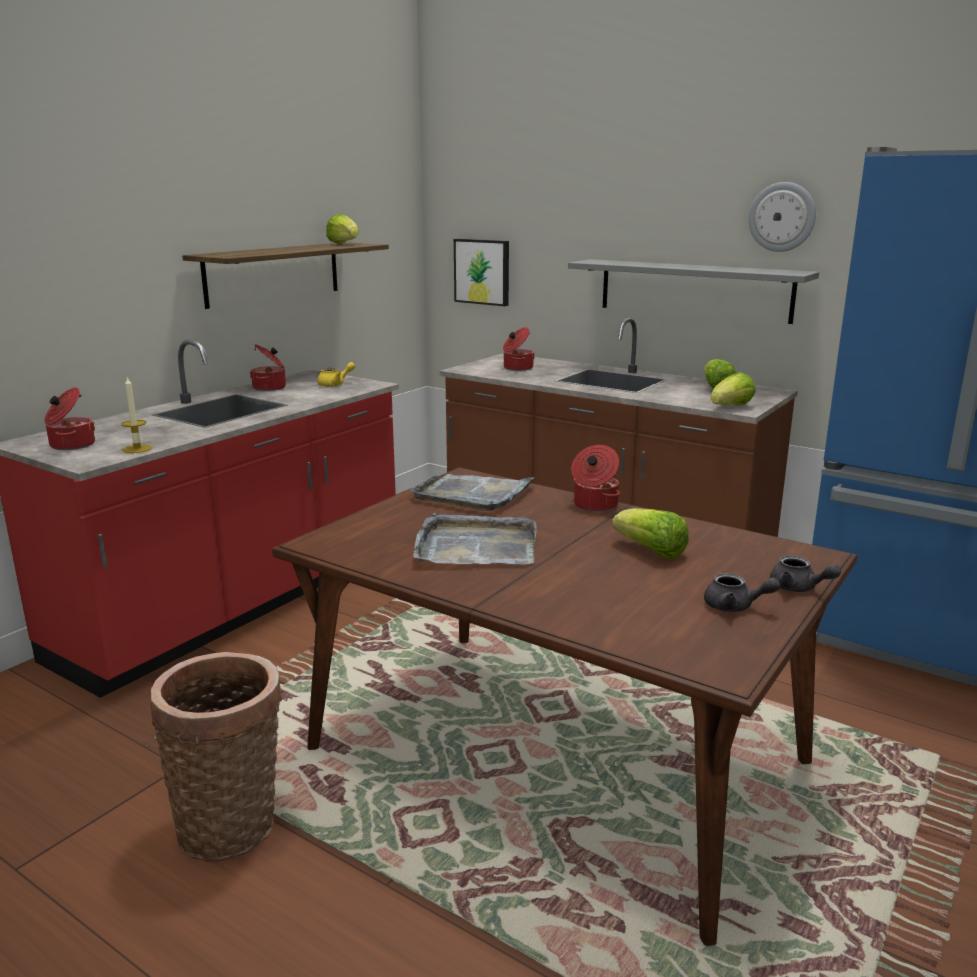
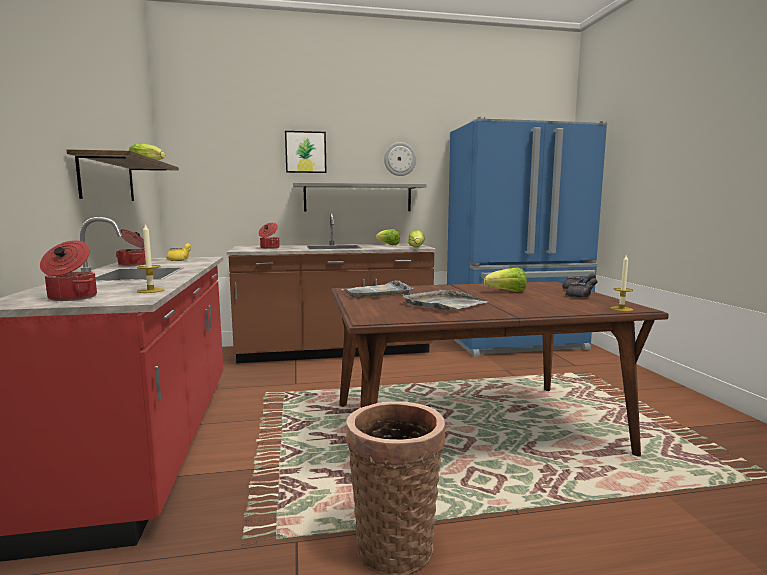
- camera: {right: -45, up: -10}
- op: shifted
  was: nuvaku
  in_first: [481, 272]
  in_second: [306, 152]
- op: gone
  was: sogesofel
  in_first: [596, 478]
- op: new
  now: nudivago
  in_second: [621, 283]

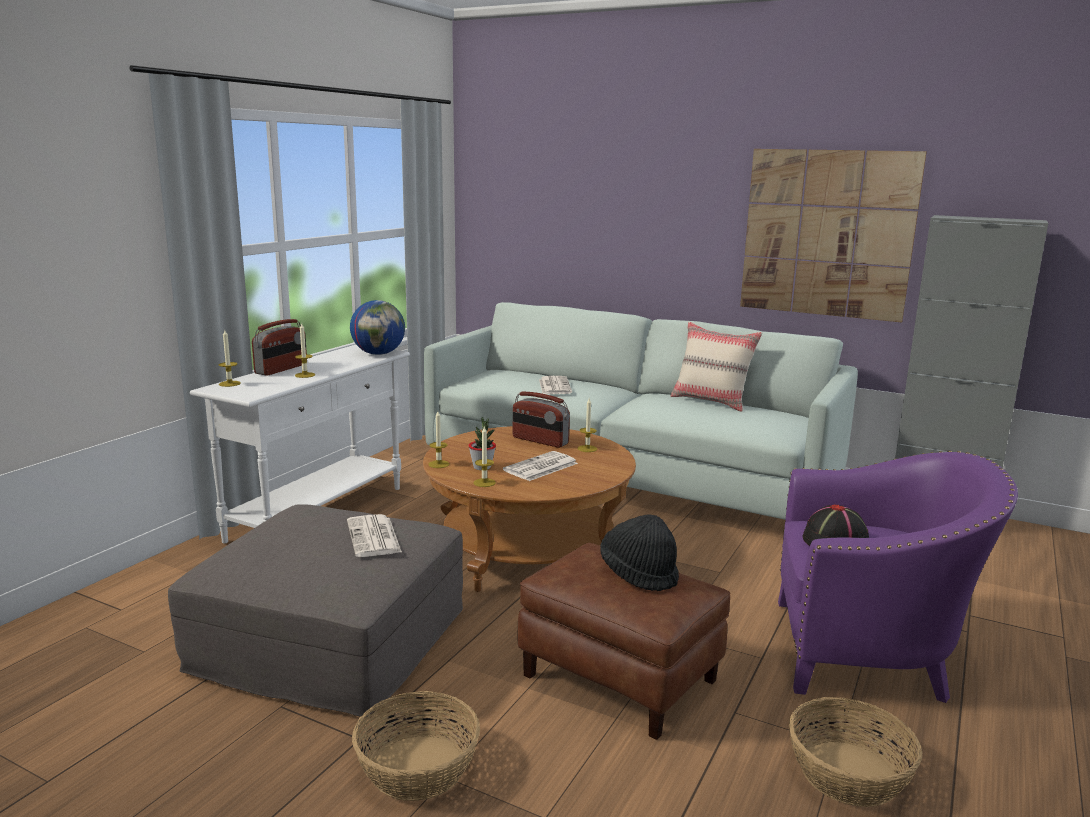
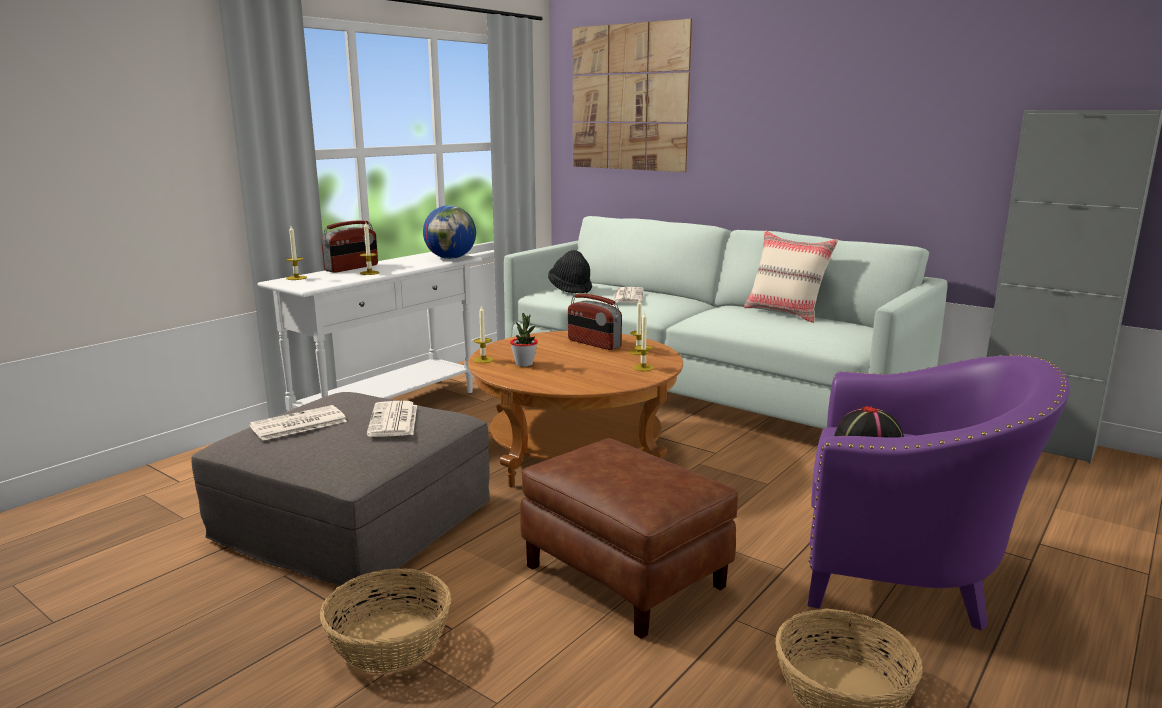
- camera: {right: 10, up: 0}
- op: shifted
  was: nudivago
  in_first: [484, 456]
  in_second: [643, 341]
- op: shifted
  was: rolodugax
  in_first: [540, 466]
  in_second: [298, 423]
- op: shifted
  was: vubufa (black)
  in_first: [639, 552]
  in_second: [570, 272]
- op: shifted
  was: nuvaku
  in_first: [833, 235]
  in_second: [632, 95]

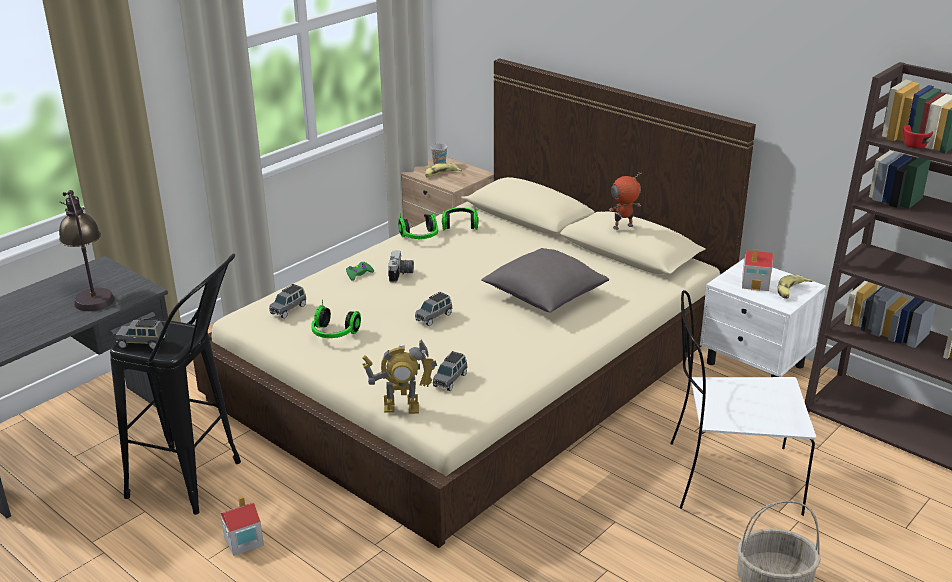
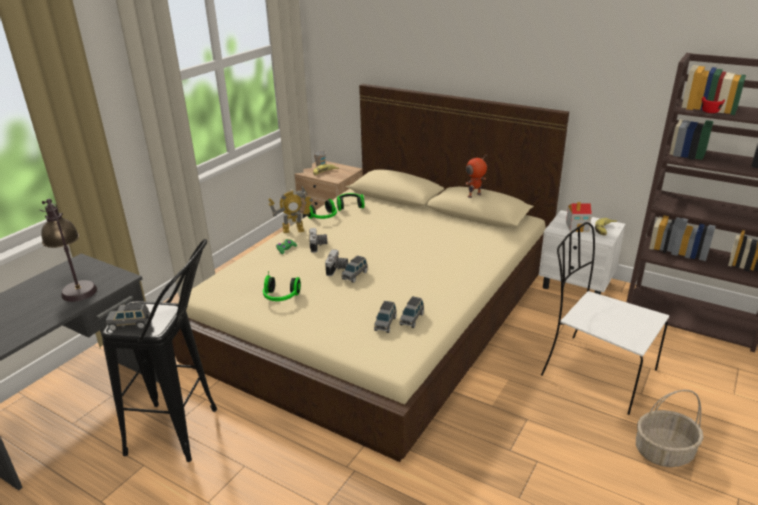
- camera: {right: -10, up: 0}
- op: gone
  was: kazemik
  in_first: [242, 526]
- op: shifted
  was: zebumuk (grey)
  in_first: [288, 301]
  in_second: [411, 312]
- op: shifted
  was: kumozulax
  in_first: [399, 376]
  in_second: [290, 209]
- op: gone
  was: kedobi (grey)
  in_first: [545, 280]
- op: rotated
  was: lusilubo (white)
  in_first: [743, 403]
  in_second: [605, 318]
  clockwise: 45
- op: new
  now: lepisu
  in_second: [336, 262]

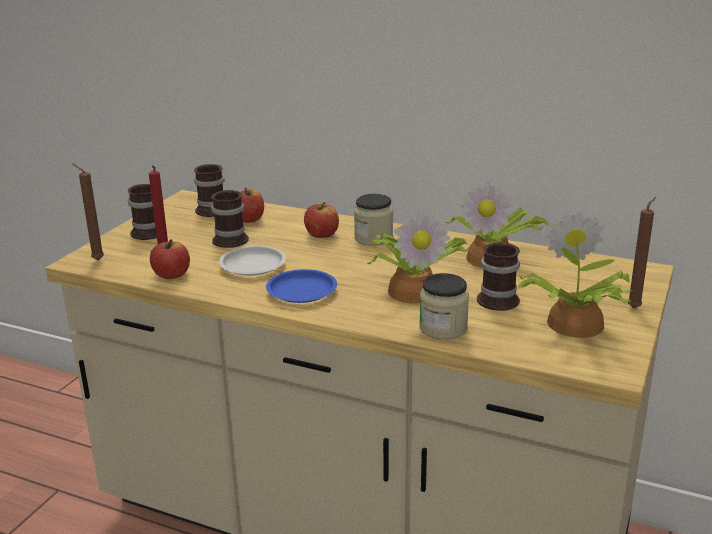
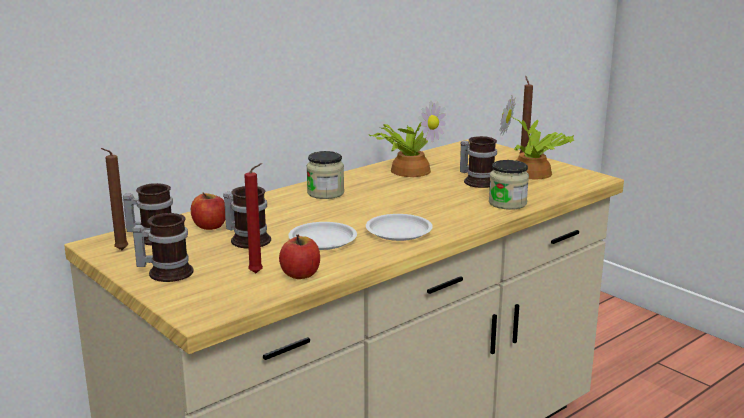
- camera: {right: -65, up: -5}
- op: shifted
  was: nudivago (brown)
  in_first: [88, 211]
  in_second: [114, 199]
- op: repainted
  was: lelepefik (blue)
  now: lelepefik (white)
  in_first: [301, 286]
  in_second: [399, 227]
- op: gone
  was: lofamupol
  in_first: [321, 220]
- op: gone
  was: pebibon
  in_first: [418, 257]

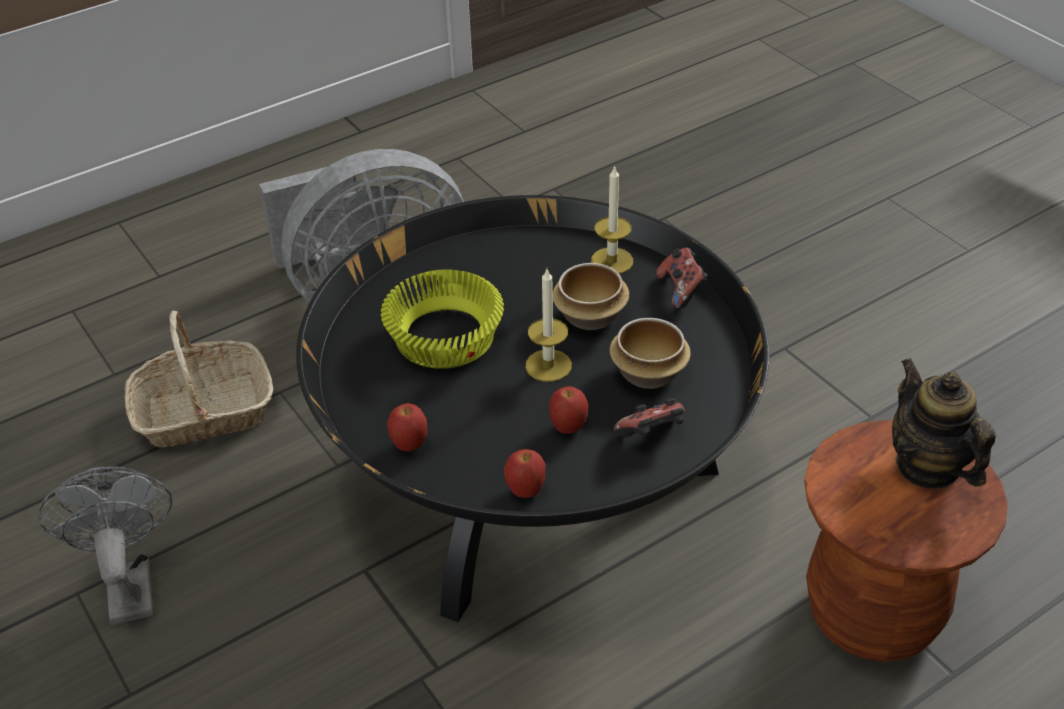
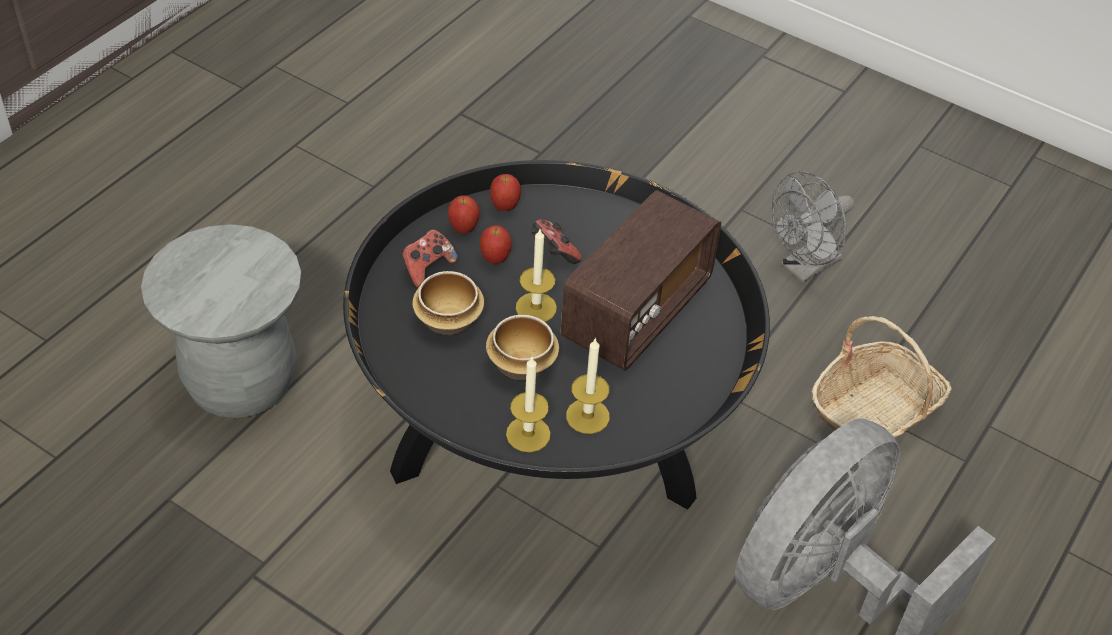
- camera: {right: 155, up: 5}
- op: rotated
  was: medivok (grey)
  in_first: [105, 545]
  in_second: [813, 227]
  clockwise: 90
- op: swapped
  was: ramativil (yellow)
  now: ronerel
  in_first: [442, 319]
  in_second: [640, 280]
- op: shifted
  was: lofamupol
  in_first: [407, 427]
  in_second: [464, 214]
- op: shifted
  was: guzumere
  in_first: [682, 278]
  in_second: [556, 241]
- op: repainted
  was: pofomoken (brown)
  now: pofomoken (grey)
  in_first: [906, 541]
  in_second: [221, 321]
- op: gone
  was: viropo
  in_first: [944, 423]
- op: new
  now: nudivago
  in_second: [588, 385]

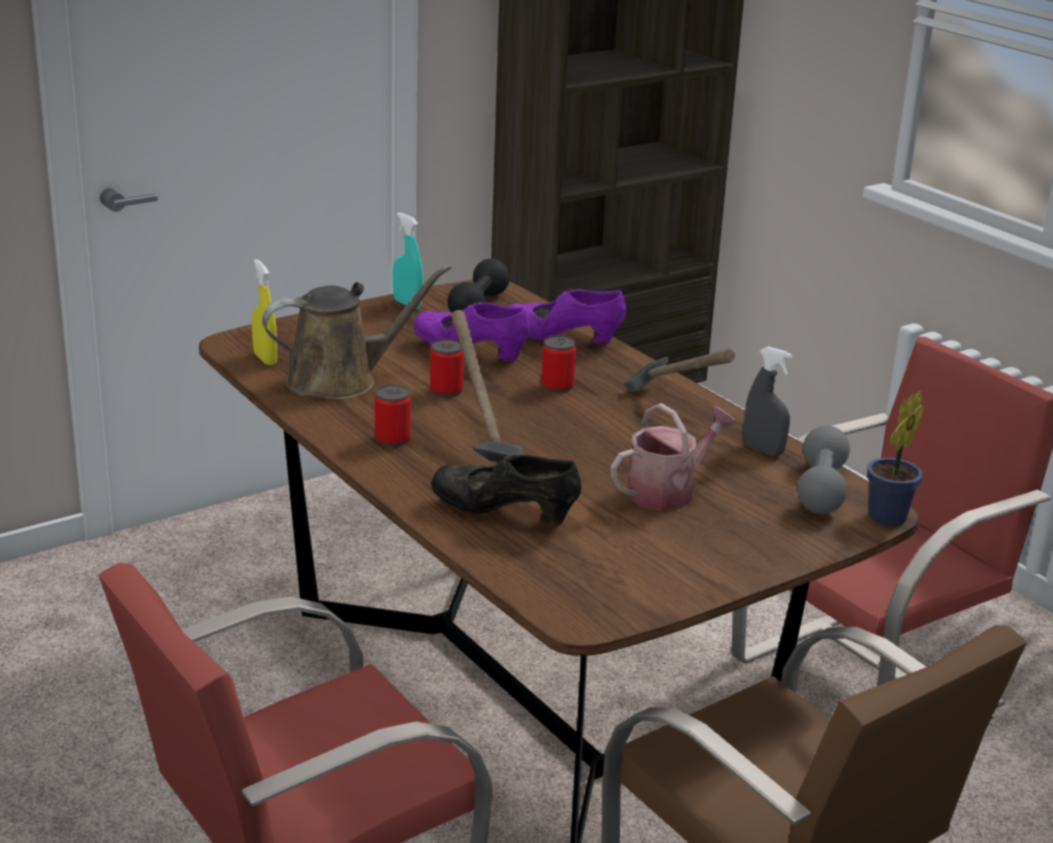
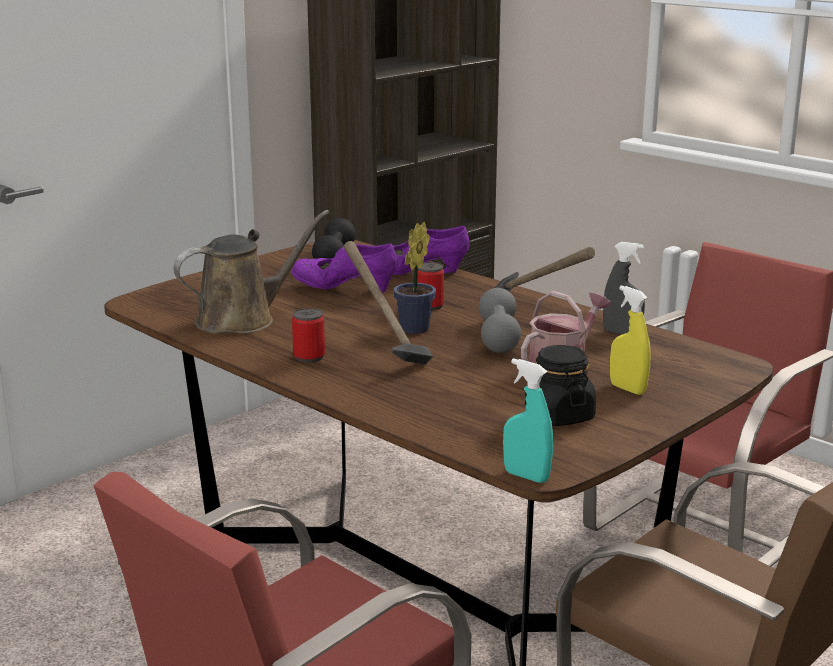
- camera: {right: -10, up: -5}
- op: shifted
  was: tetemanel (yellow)
  in_first: [264, 312]
  in_second: [630, 340]
- op: shifted
  was: tetemanel (turquoise)
  in_first: [408, 260]
  in_second: [528, 420]
- op: gone
  was: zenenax
  in_first: [447, 368]
- op: gone
  was: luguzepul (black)
  in_first: [506, 489]
- op: shifted
  was: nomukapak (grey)
  in_first: [824, 470]
  in_second: [500, 320]
- op: shifted
  was: pebibon
  in_first: [895, 458]
  in_second: [414, 278]
- op: new
  now: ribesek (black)
  in_second: [560, 385]

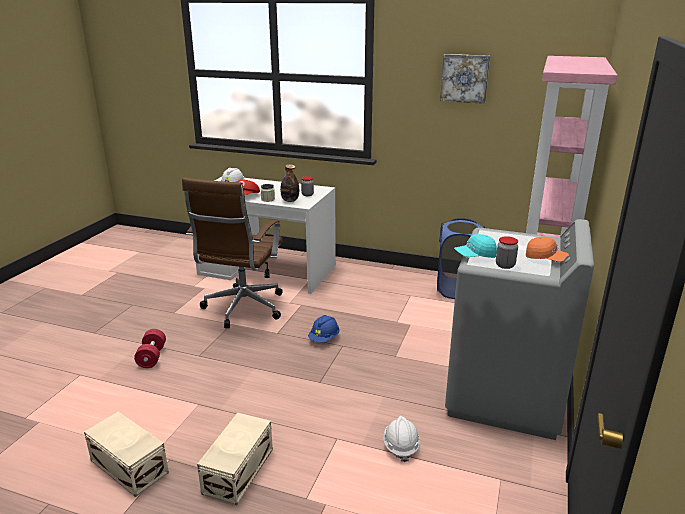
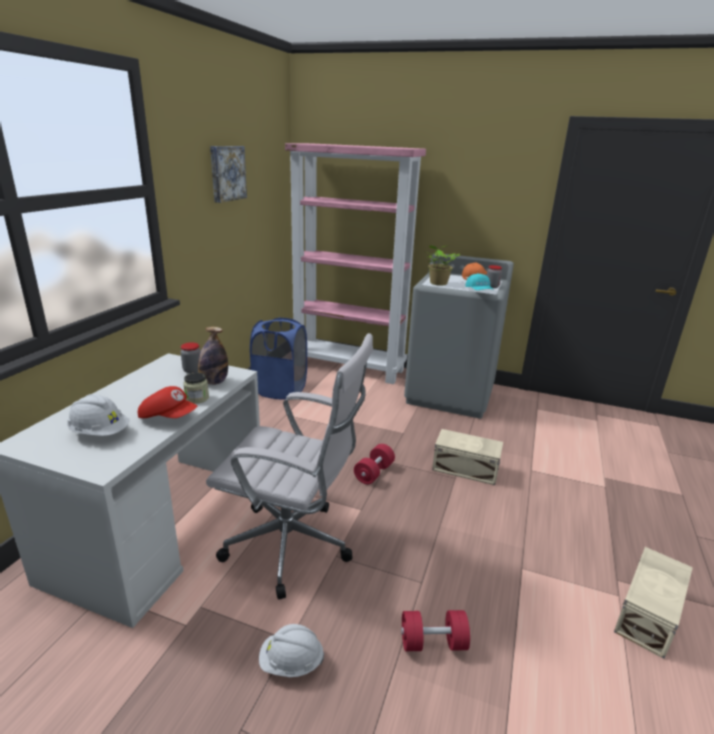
- camera: {right: -90, up: 0}
- op: repainted
  was: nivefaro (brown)
  now: nivefaro (white)
  in_first: [232, 253]
  in_second: [289, 466]
- op: shifted
  was: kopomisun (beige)
  in_first: [235, 459]
  in_second: [467, 457]
- op: swapped
  was: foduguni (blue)
  now: nomukapak (red)
  in_first: [323, 328]
  in_second: [374, 464]
- op: shifted
  was: foduguni (white)
  in_first: [401, 439]
  in_second: [291, 650]
- op: new
  now: pebibon
  in_second: [443, 265]

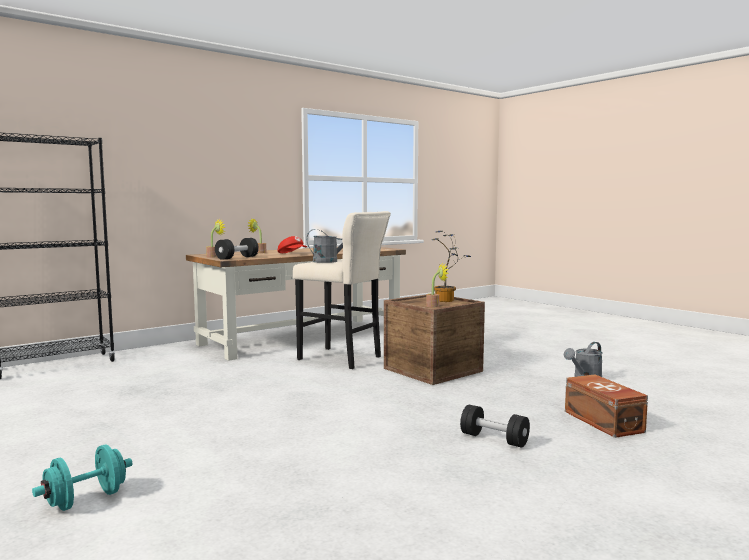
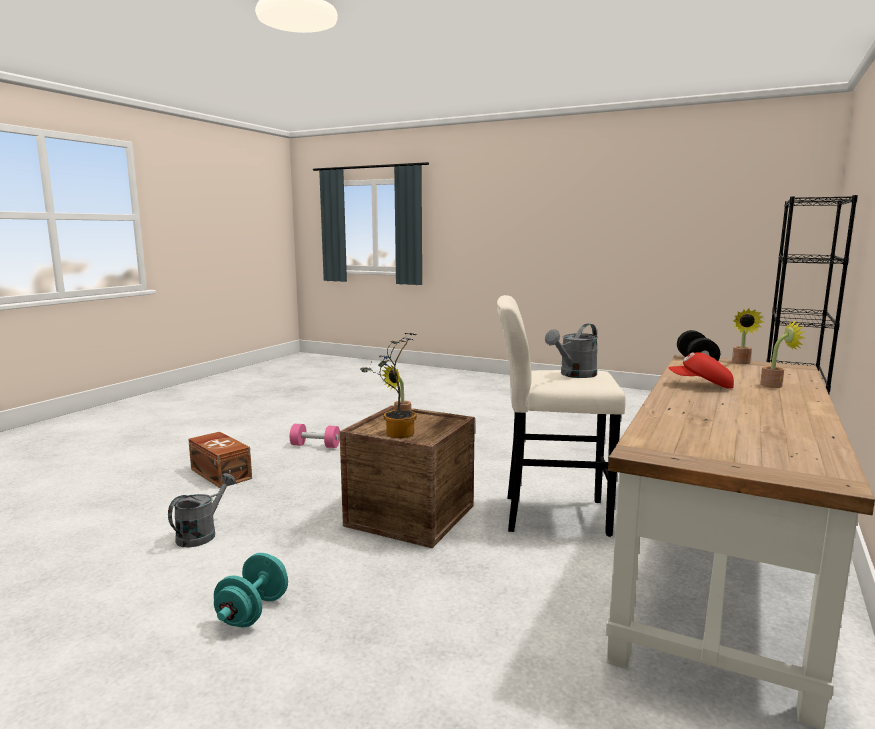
- camera: {right: 155, up: 5}
- op: shifted
  was: nomukapak (turquoise)
  in_first: [82, 478]
  in_second: [251, 590]
- op: repainted
  was: nomukapak (black)
  now: nomukapak (pink)
  in_first: [495, 426]
  in_second: [315, 436]

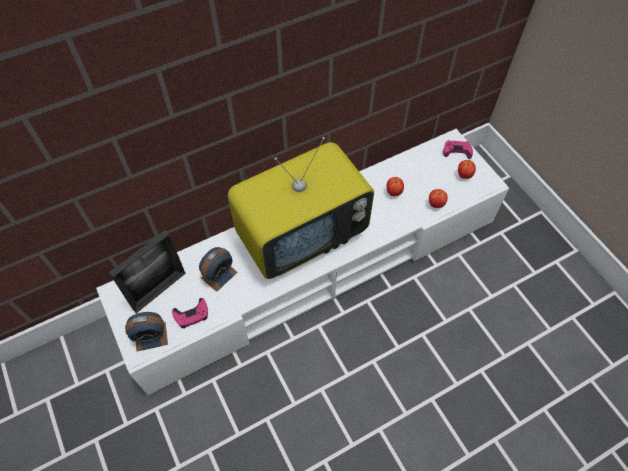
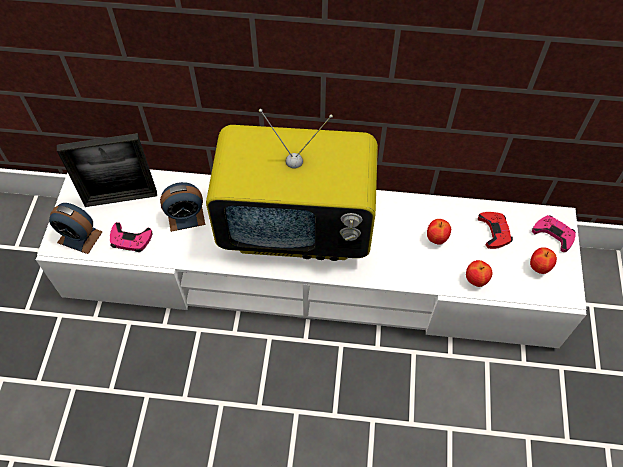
- camera: {right: 35, up: 0}
- op: new
  now: guzumere (red)
  in_second: [495, 230]

